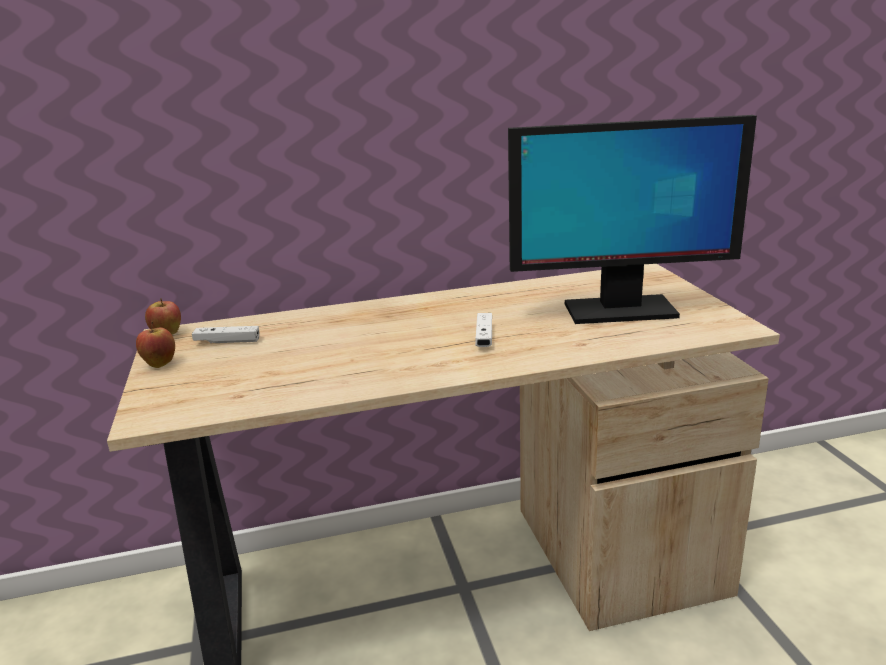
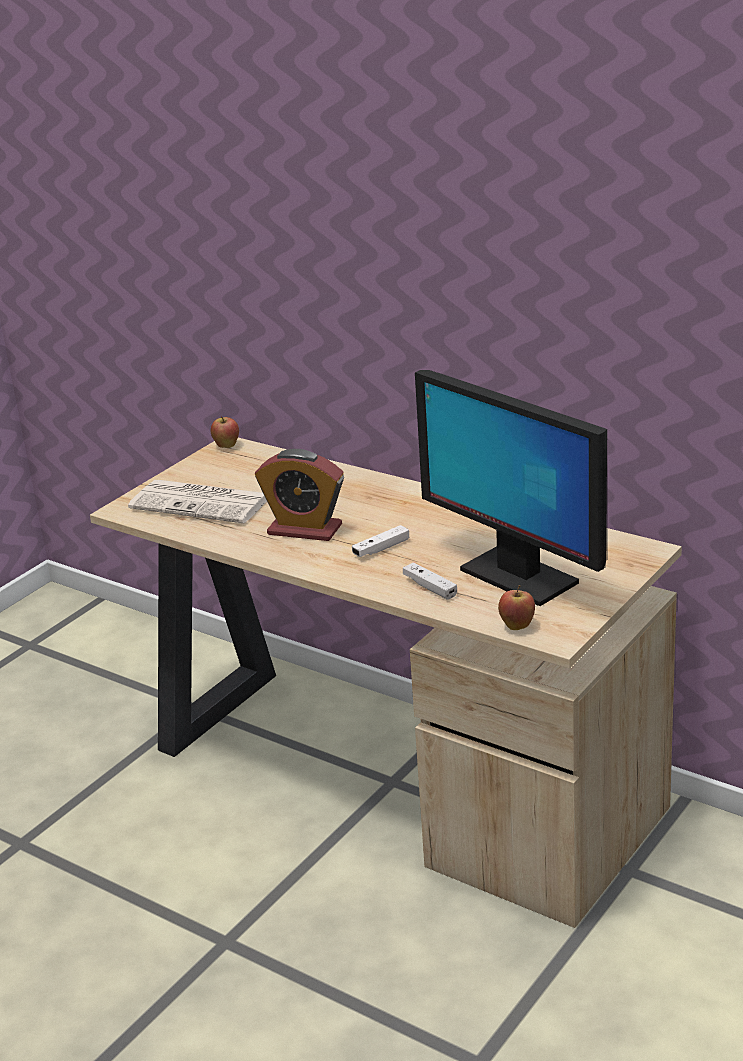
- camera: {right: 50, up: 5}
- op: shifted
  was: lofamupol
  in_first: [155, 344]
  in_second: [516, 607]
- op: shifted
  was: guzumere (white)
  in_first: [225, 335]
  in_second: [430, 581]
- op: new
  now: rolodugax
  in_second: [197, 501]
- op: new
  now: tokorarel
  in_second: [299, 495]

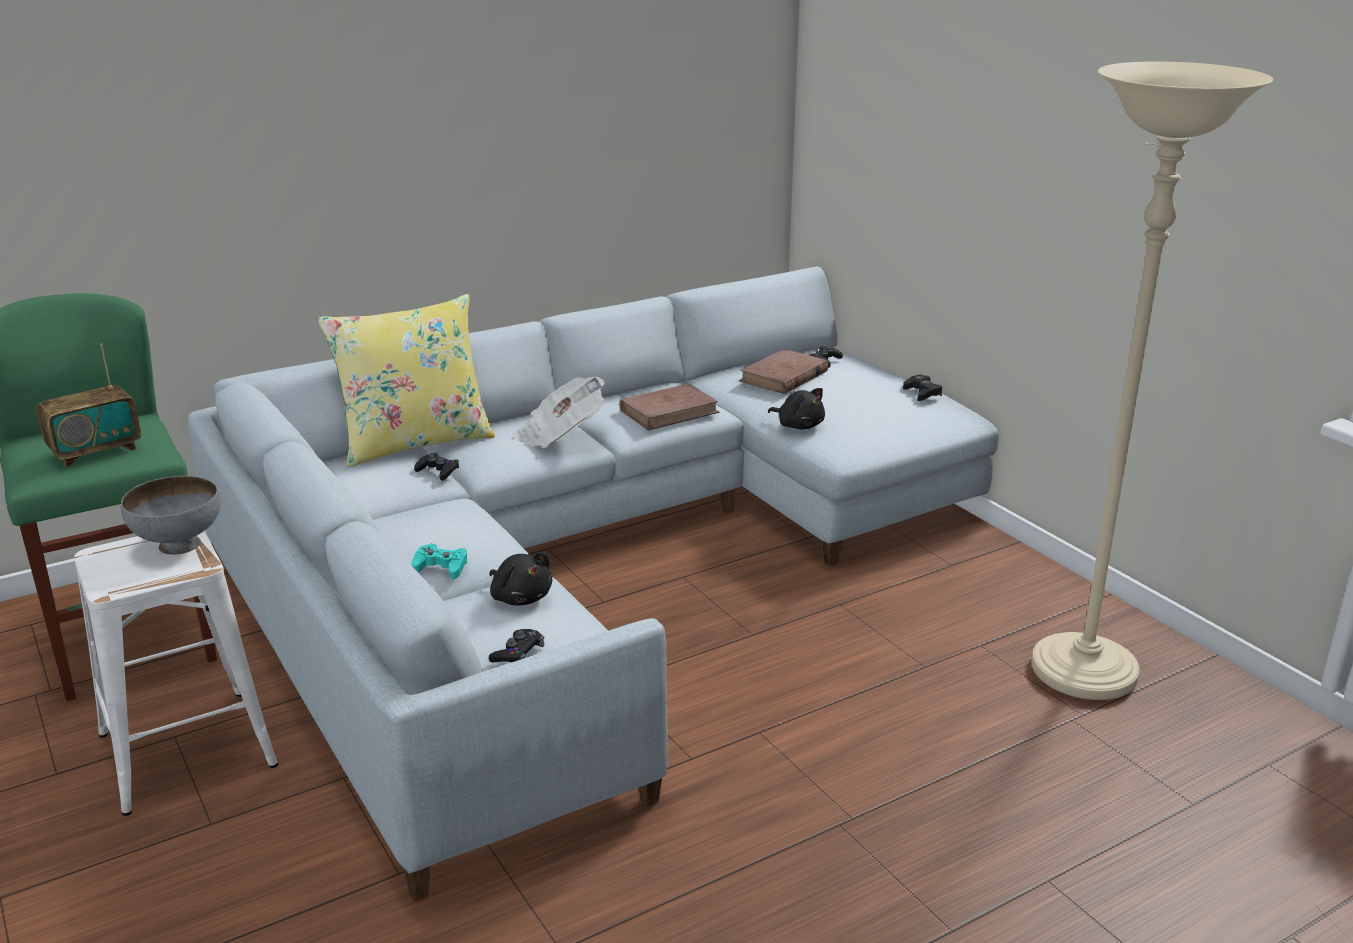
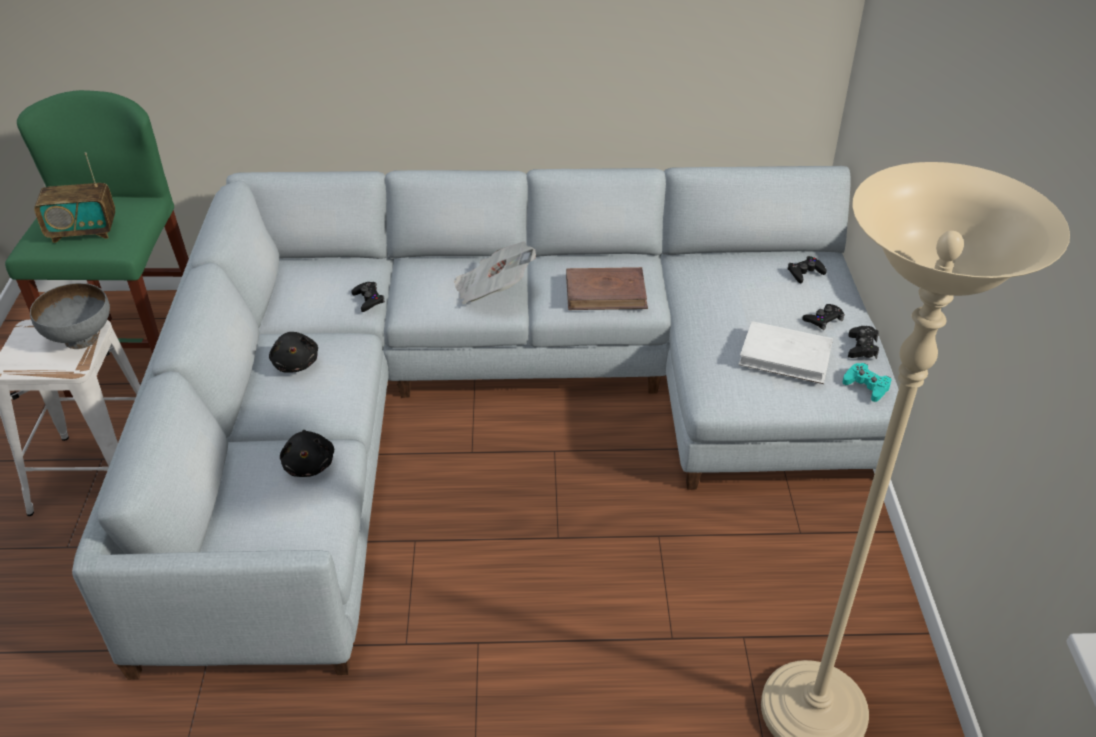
- camera: {right: 30, up: 15}
- op: gone
  was: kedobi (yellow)
  in_first: [406, 380]
- op: shifted
  was: guzumere (turquoise)
  in_first: [439, 561]
  in_second: [867, 382]
- op: shifted
  was: guzumere (black)
  in_first: [516, 645]
  in_second: [823, 317]
- op: gone
  was: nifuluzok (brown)
  in_first: [784, 371]
- op: shifted
  was: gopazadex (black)
  in_first: [796, 408]
  in_second: [293, 352]
- op: new
  now: nifuluzok (white)
  in_second: [785, 352]

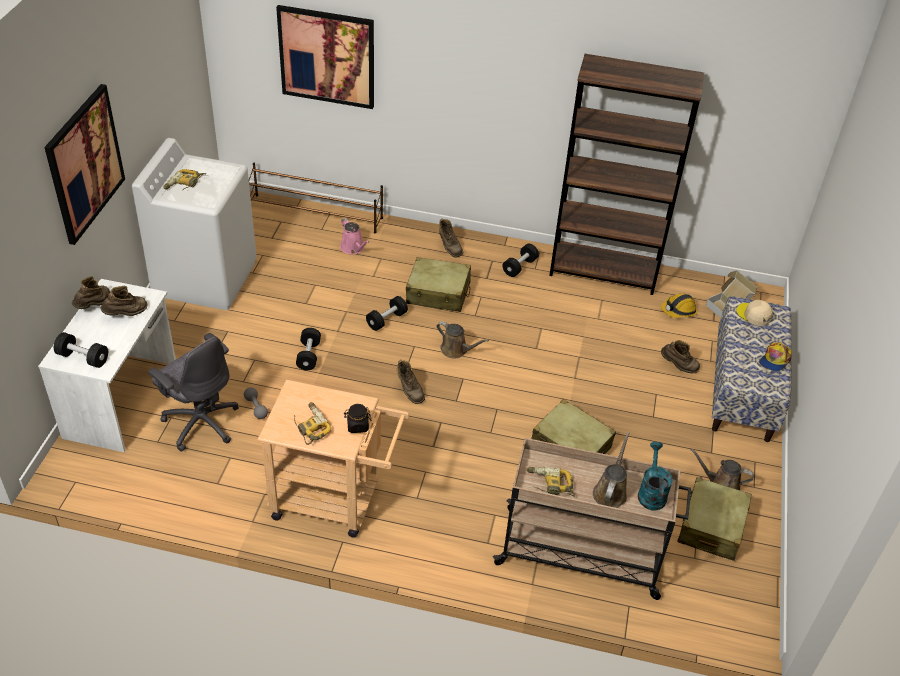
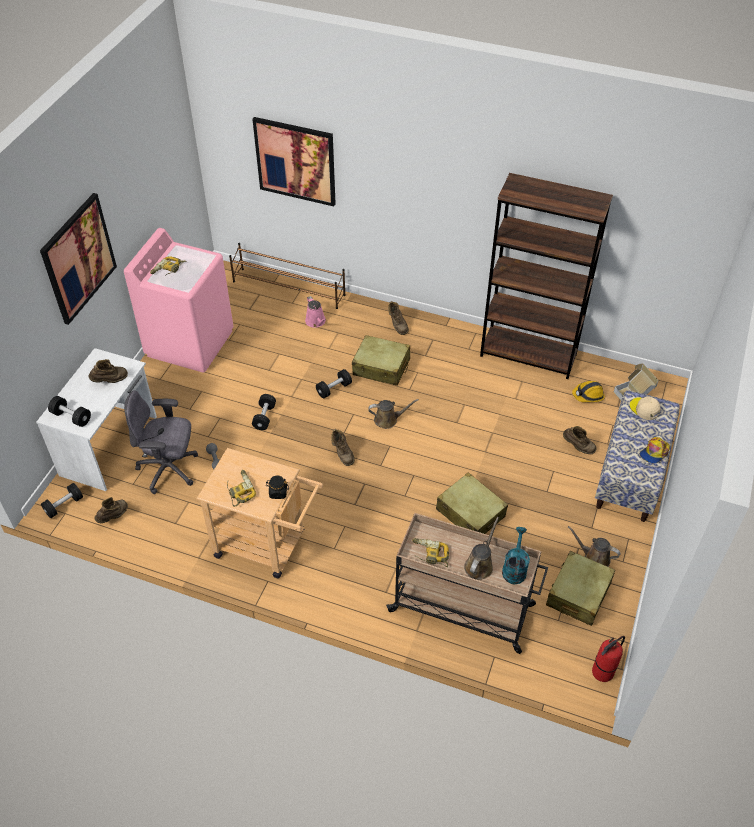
- camera: {right: 10, up: 5}
- op: shifted
  was: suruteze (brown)
  in_first: [91, 292]
  in_second: [111, 510]
- op: repainted
  was: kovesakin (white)
  now: kovesakin (pink)
  in_first: [194, 224]
  in_second: [179, 300]
- op: rotated
  was: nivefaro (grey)
  in_first: [193, 392]
  in_second: [161, 442]
  clockwise: 135
- op: rotated
  was: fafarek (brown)
  in_first: [463, 340]
  in_second: [393, 414]
  clockwise: -45
- op: shifted
  was: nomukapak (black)
  in_first: [521, 260]
  in_second: [62, 500]
- op: new
  now: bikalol
  in_second: [608, 659]

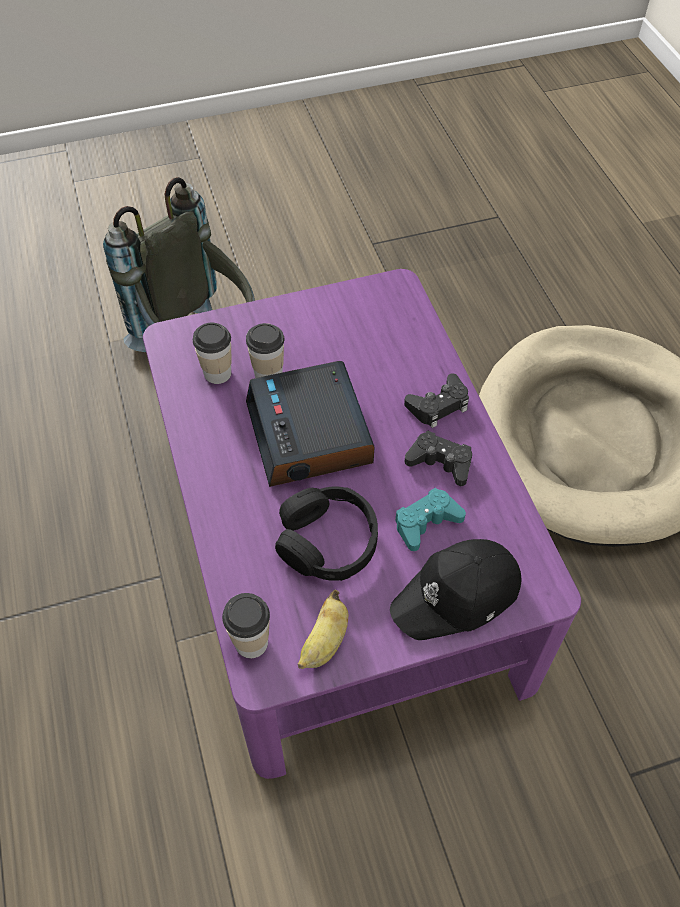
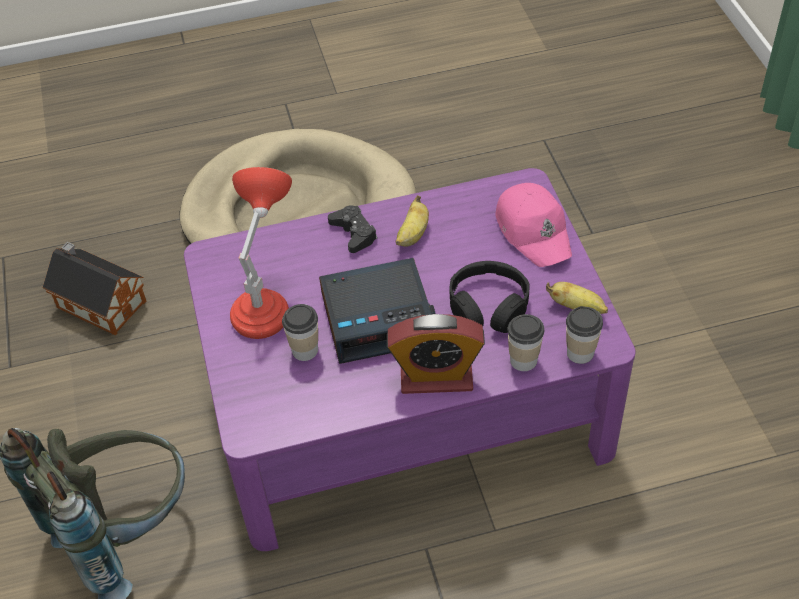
- camera: {right: -85, up: -5}
- op: shifted
  was: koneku
  in_first: [212, 353]
  in_second: [525, 342]
- op: repainted
  was: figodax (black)
  now: figodax (pink)
  in_first: [455, 589]
  in_second: [533, 225]
- op: gone
  was: guzumere (turquoise)
  in_first: [430, 519]
- op: swapped
  was: guzumere (black)
  now: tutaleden
  in_first: [438, 458]
  in_second: [412, 221]
- op: new
  now: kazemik
  in_second: [94, 289]
- op: new
  now: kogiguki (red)
  in_second: [261, 253]
- op: new
  now: tokorarel
  in_second: [436, 354]

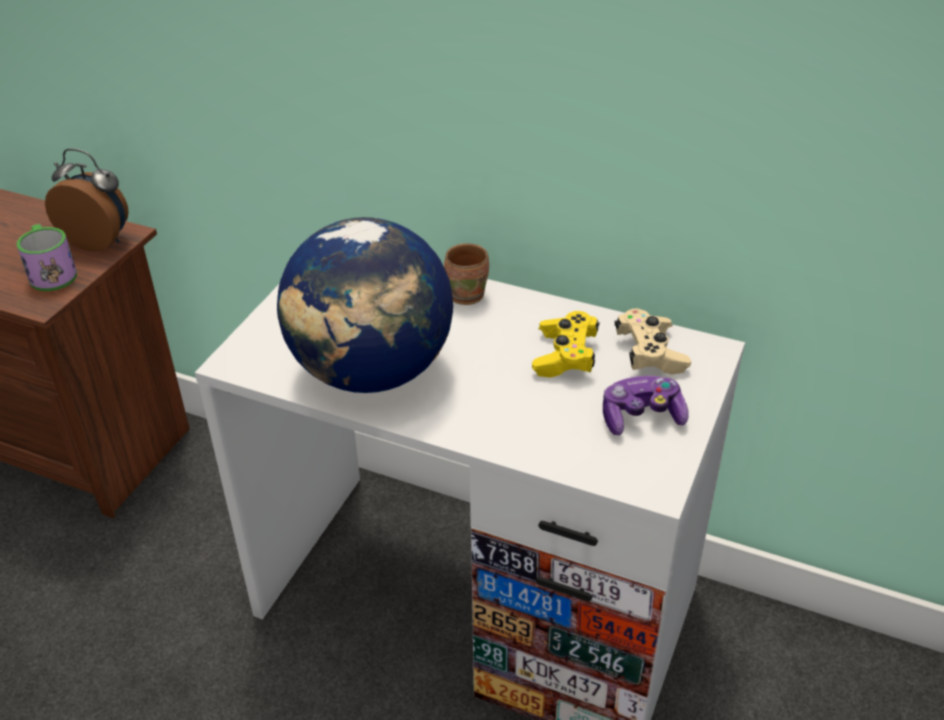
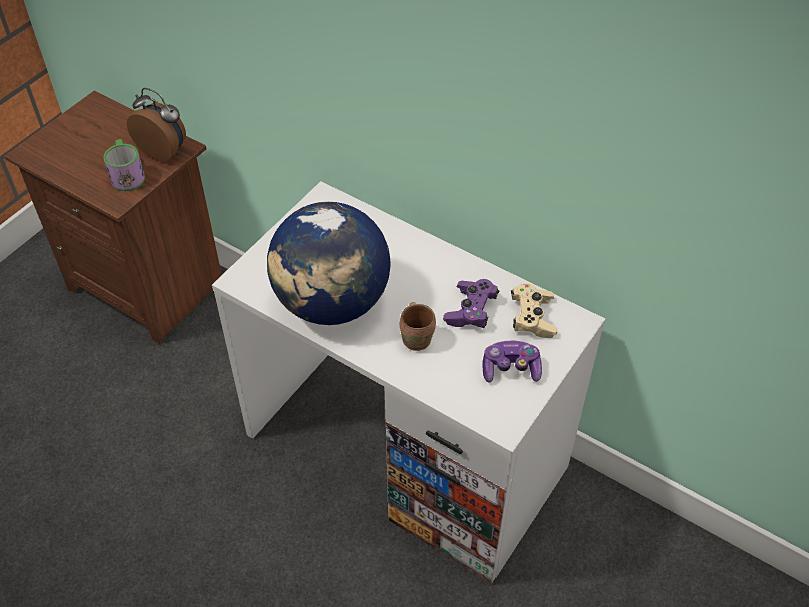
- camera: {right: 10, up: 10}
- op: shifted
  was: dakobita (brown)
  in_first: [466, 274]
  in_second: [418, 326]
- op: repainted
  was: guzumere (yellow)
  now: guzumere (purple)
  in_first: [566, 344]
  in_second: [471, 304]

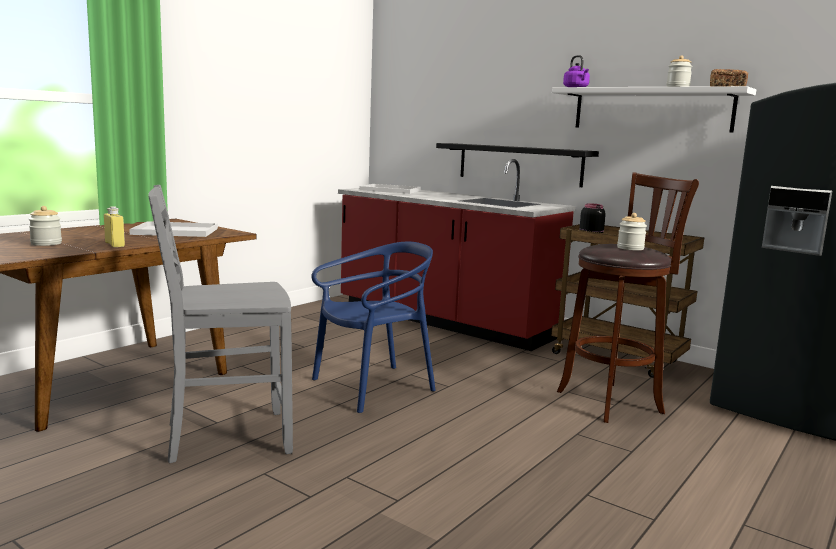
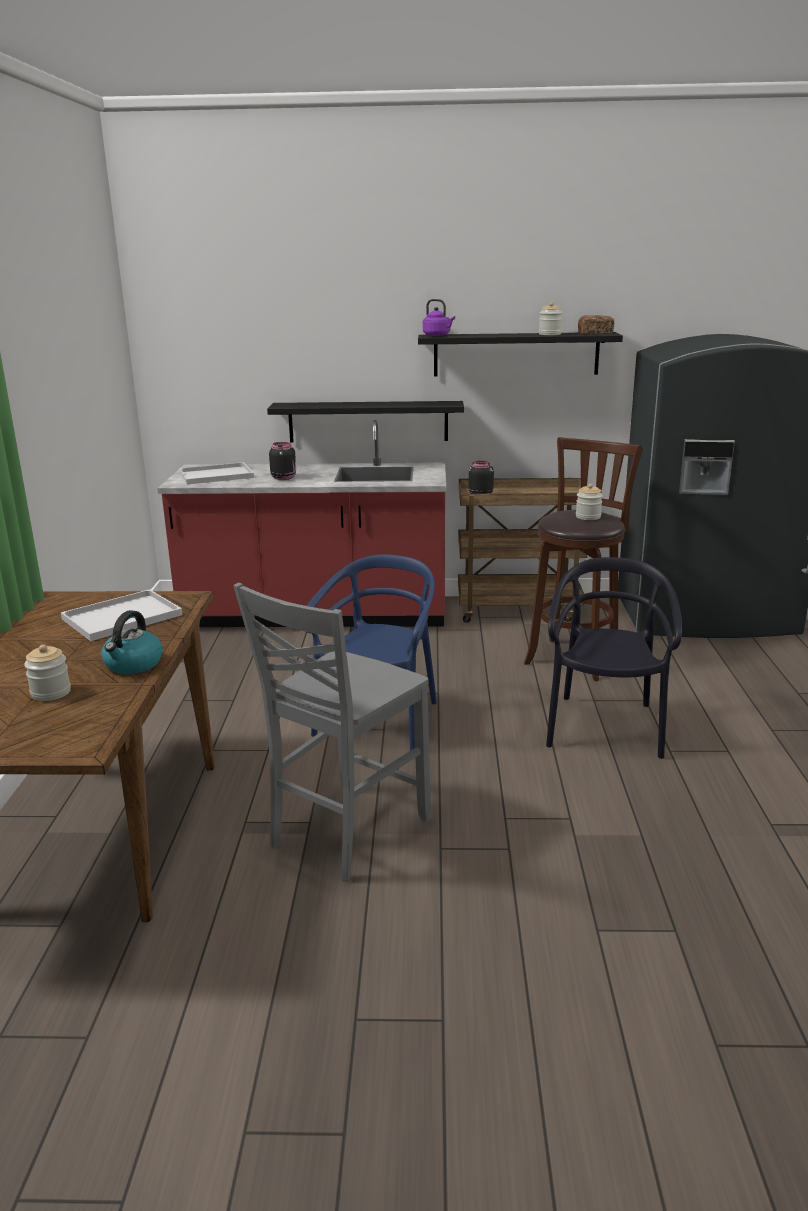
- camera: {right: -35, up: 10}
- op: swapped
  was: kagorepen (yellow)
  now: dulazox
  in_first: [114, 226]
  in_second: [132, 642]
- op: repainted
  was: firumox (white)
  now: firumox (black)
  in_first: [654, 109]
  in_second: [520, 354]
- op: new
  now: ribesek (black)
  in_second: [282, 461]
- op: new
  now: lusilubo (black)
  in_second: [614, 658]

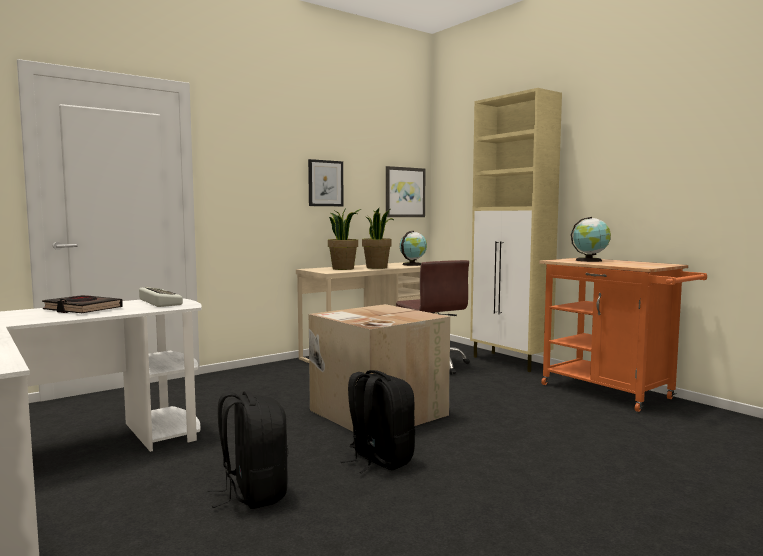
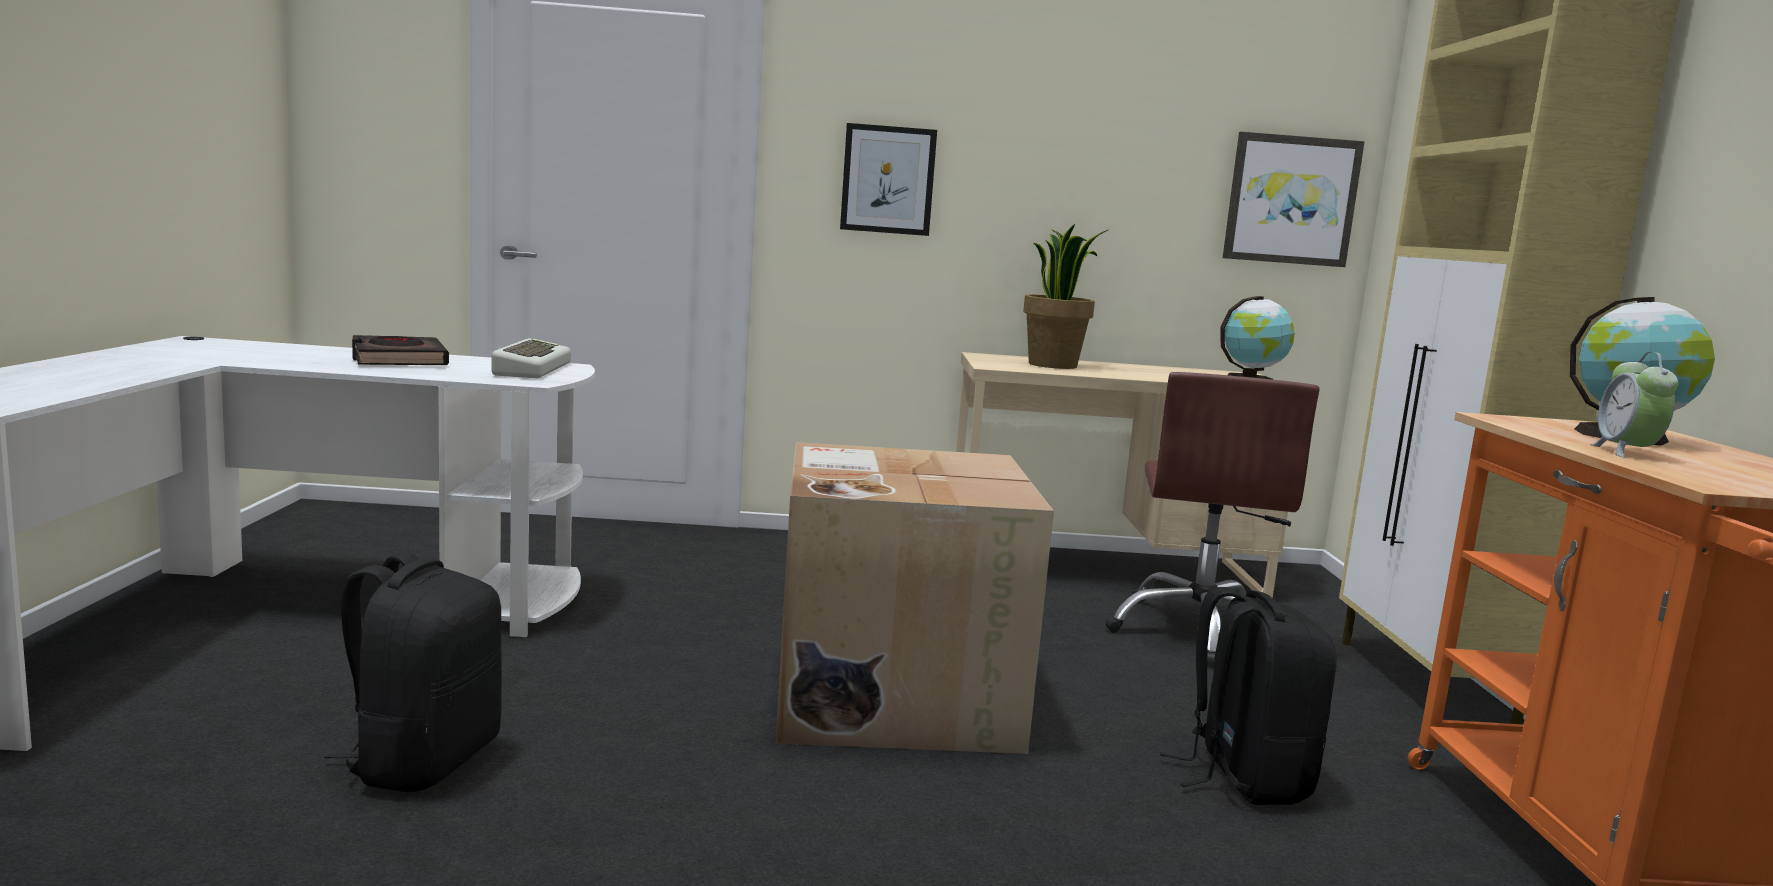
- camera: {right: 35, up: 5}
- op: shifted
  was: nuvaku
  in_first: [326, 182]
  in_second: [888, 179]
- op: shifted
  was: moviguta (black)
  in_first: [378, 422]
  in_second: [1248, 696]
- op: gone
  was: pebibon
  in_first: [378, 238]
- op: new
  now: tokorarel
  in_second: [1634, 405]

